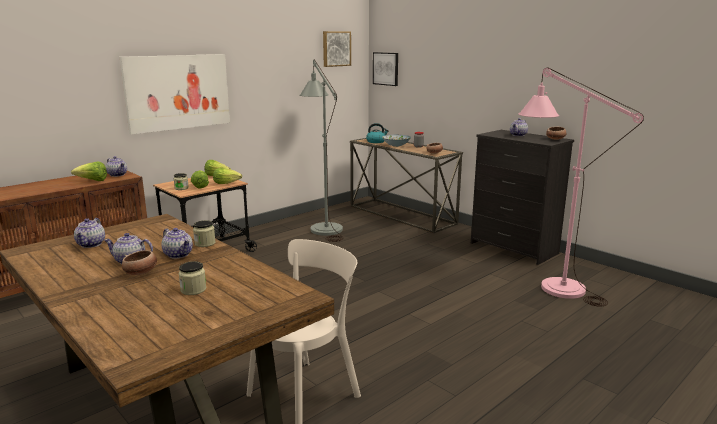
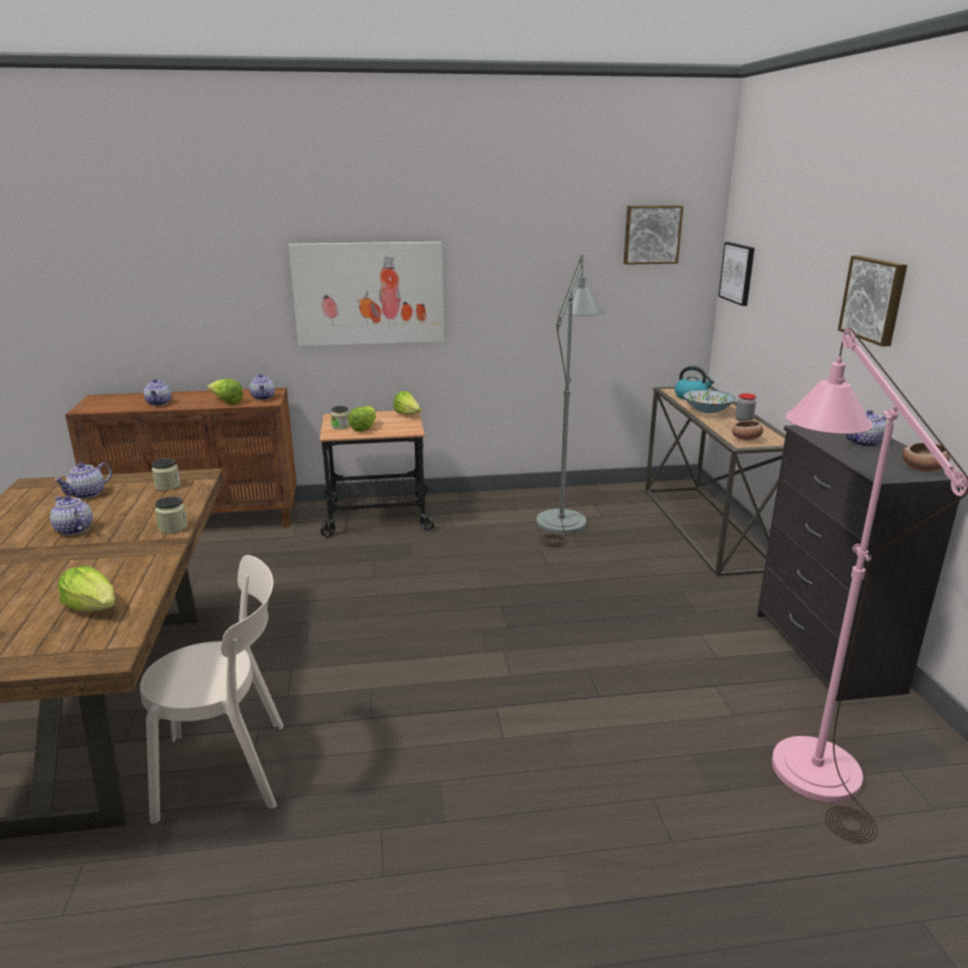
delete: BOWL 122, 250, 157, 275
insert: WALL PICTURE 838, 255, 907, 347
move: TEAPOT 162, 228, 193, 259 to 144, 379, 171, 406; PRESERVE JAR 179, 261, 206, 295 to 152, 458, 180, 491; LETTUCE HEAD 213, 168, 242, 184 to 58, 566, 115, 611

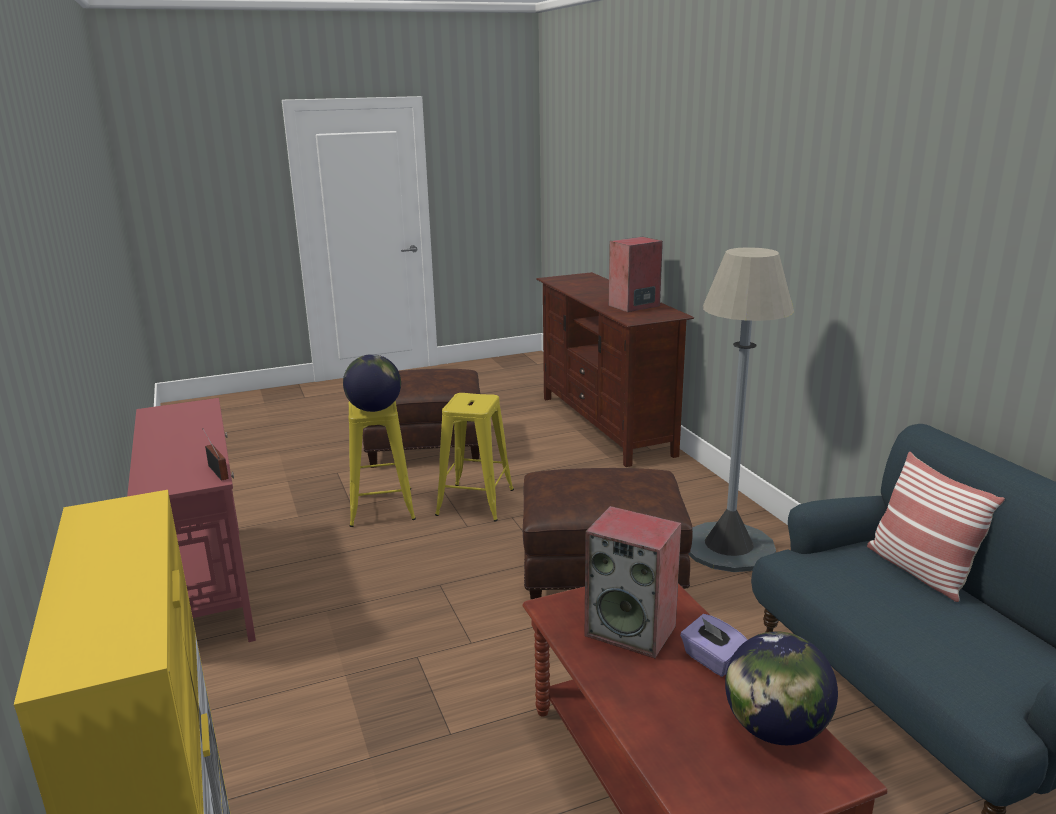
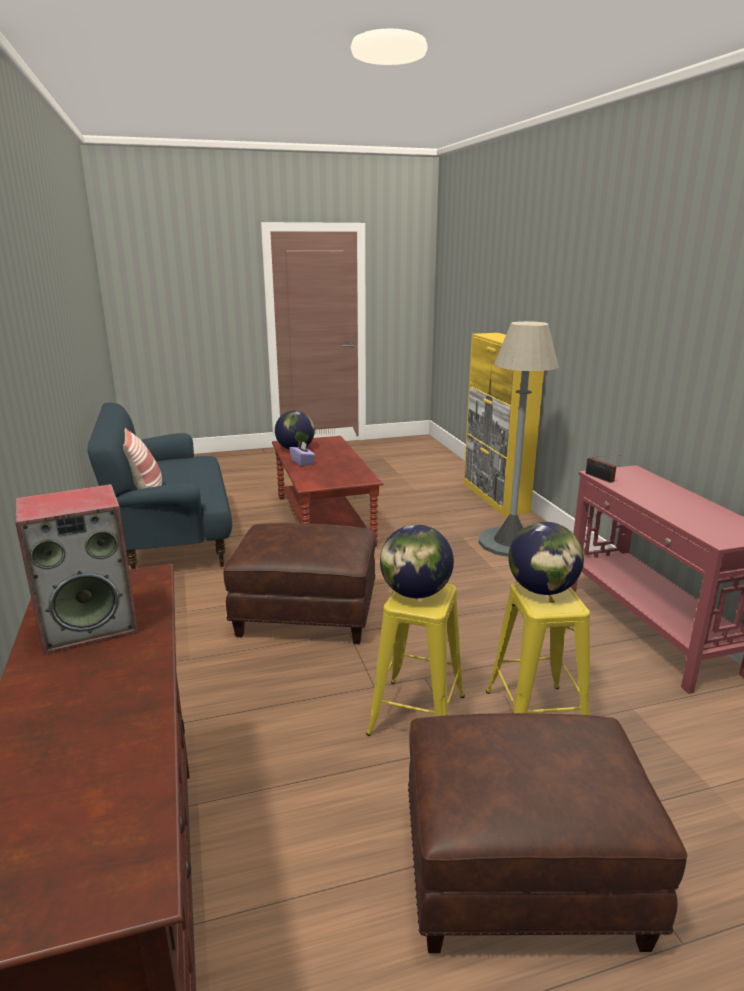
delete: SPEAKER 585, 506, 681, 658
insert: WORLD GLOBE 380, 524, 454, 598
move: GRAY STANDING LAMP 688, 247, 794, 572 to 479, 321, 559, 557

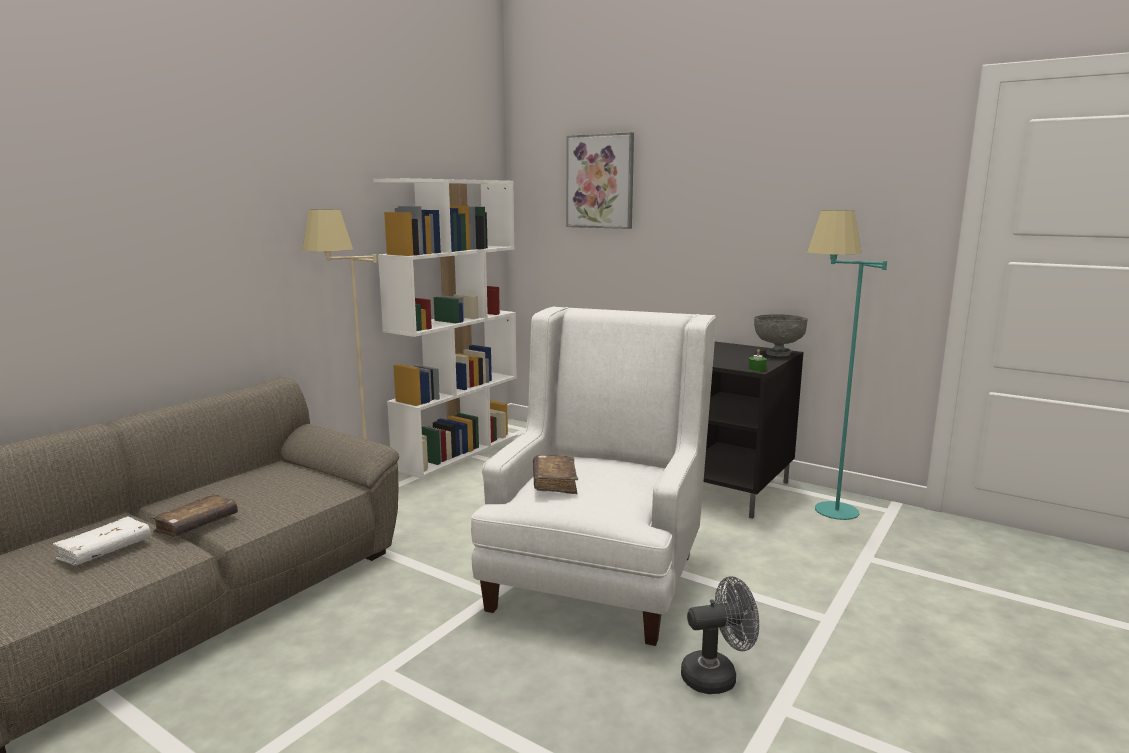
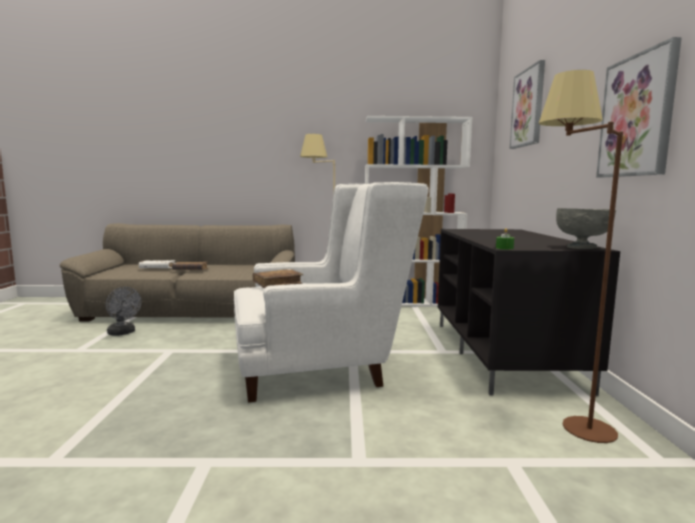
insert: WALL PICTURE 596, 37, 682, 177
move: GRAY ELECTRIC FAN 681, 576, 759, 694 to 106, 287, 141, 336
recolor: TURQUOISE STANDING LAMP 807, 210, 887, 520 to BROWN STANDING LAMP 539, 70, 623, 443

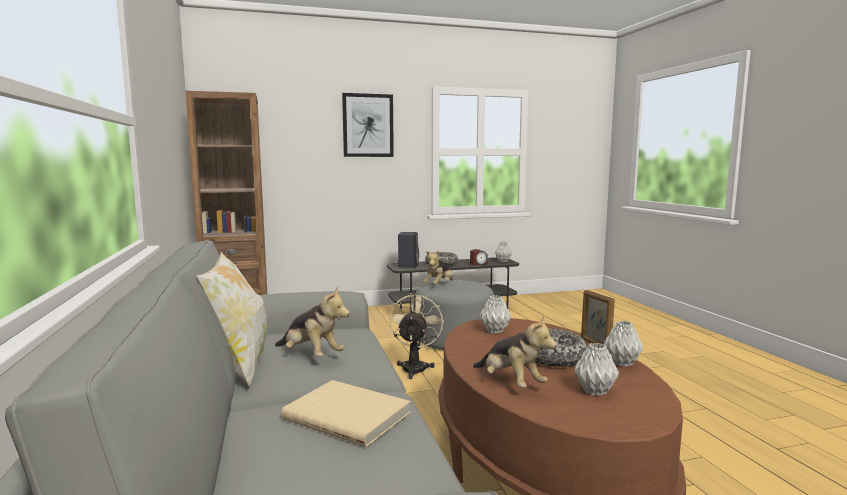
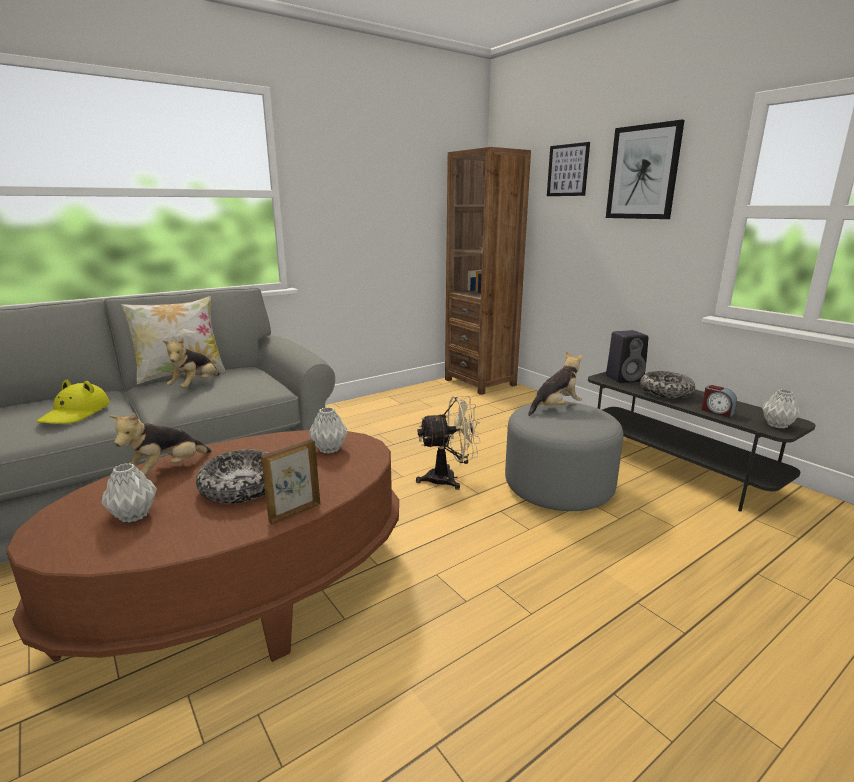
delete: GRAY DECORATIVE VASE 603, 321, 643, 367
insert: WALL PICTURE 547, 142, 590, 196
replace: BEIGE BOOK 281, 380, 410, 447 to YELLOW CLOTHING HAT 37, 379, 110, 424
rotate: SOFT TOY 423, 250, 453, 285 = 528, 351, 583, 416 135 degrees clockwise

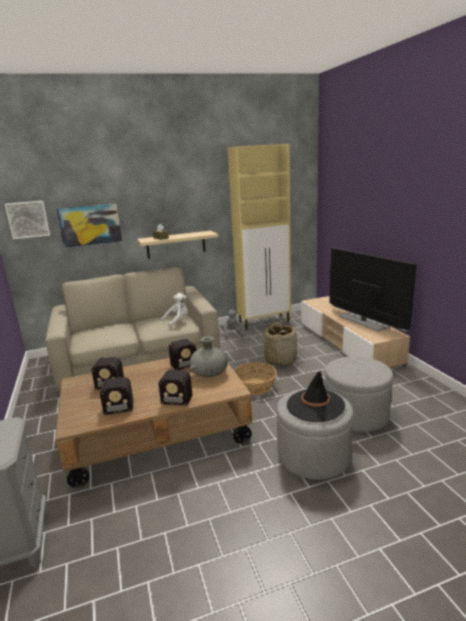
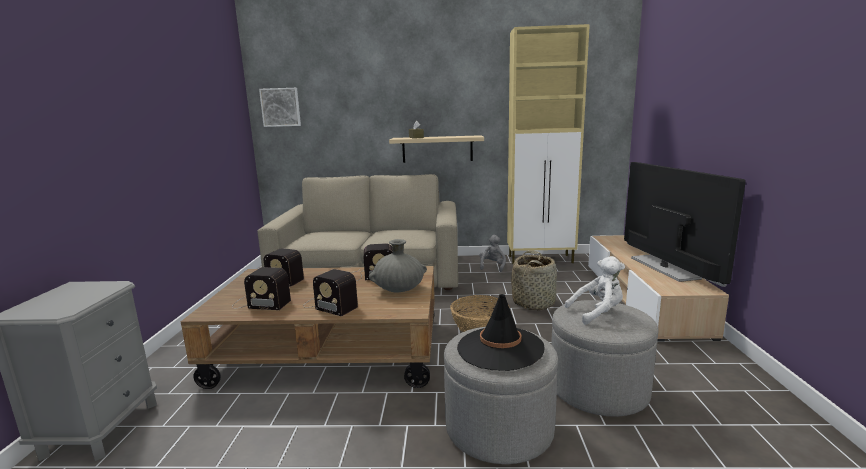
delete: WALL PICTURE 56, 203, 122, 248
move: WHITE-COLOURED SOFT TOY 161, 293, 188, 327 to 564, 256, 625, 325

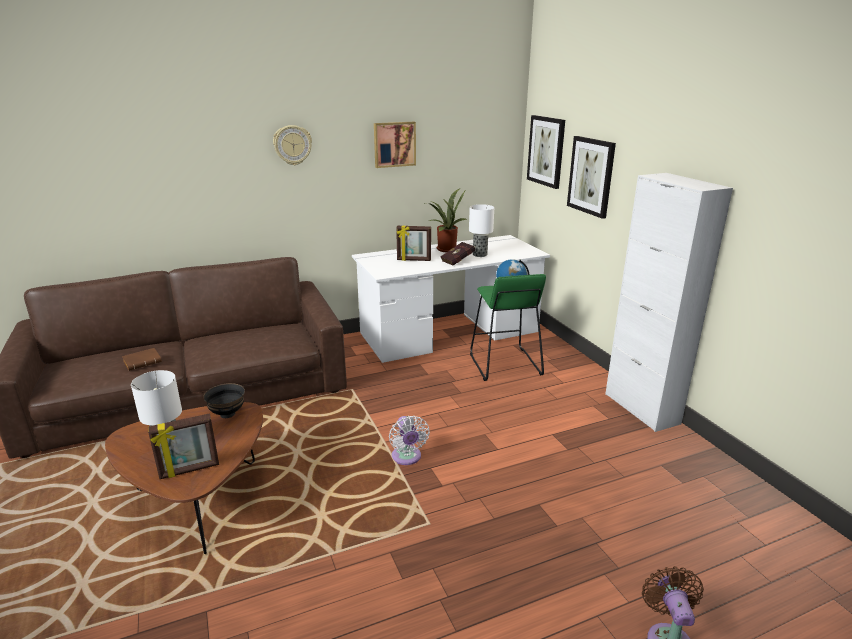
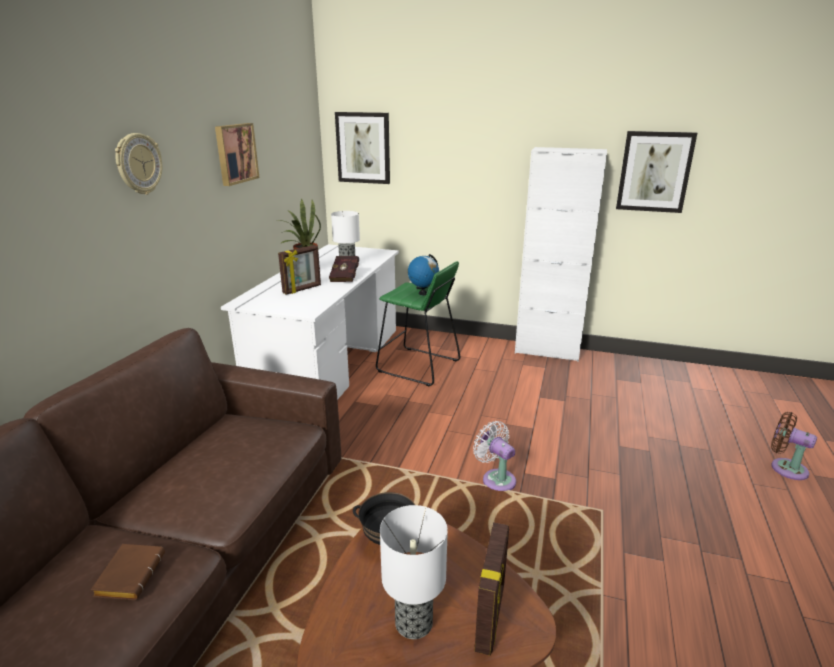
move: WALL PICTURE 567, 136, 616, 219 to 616, 131, 697, 213
rotate: WHITE-COLOURED ELECTRIC FAN 389, 416, 430, 465 = 473, 421, 516, 491 150 degrees counterclockwise

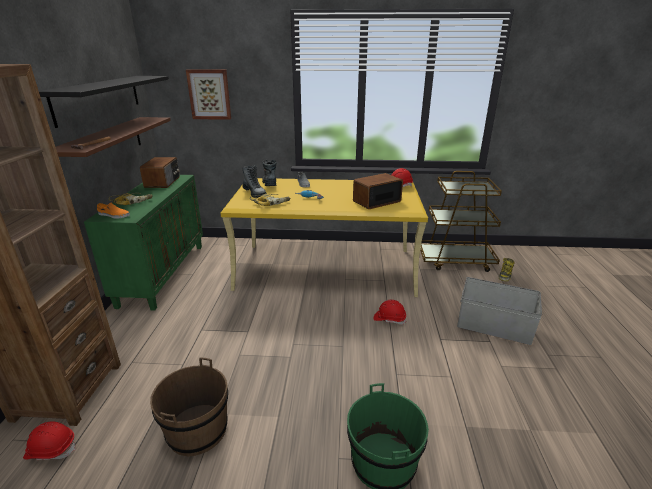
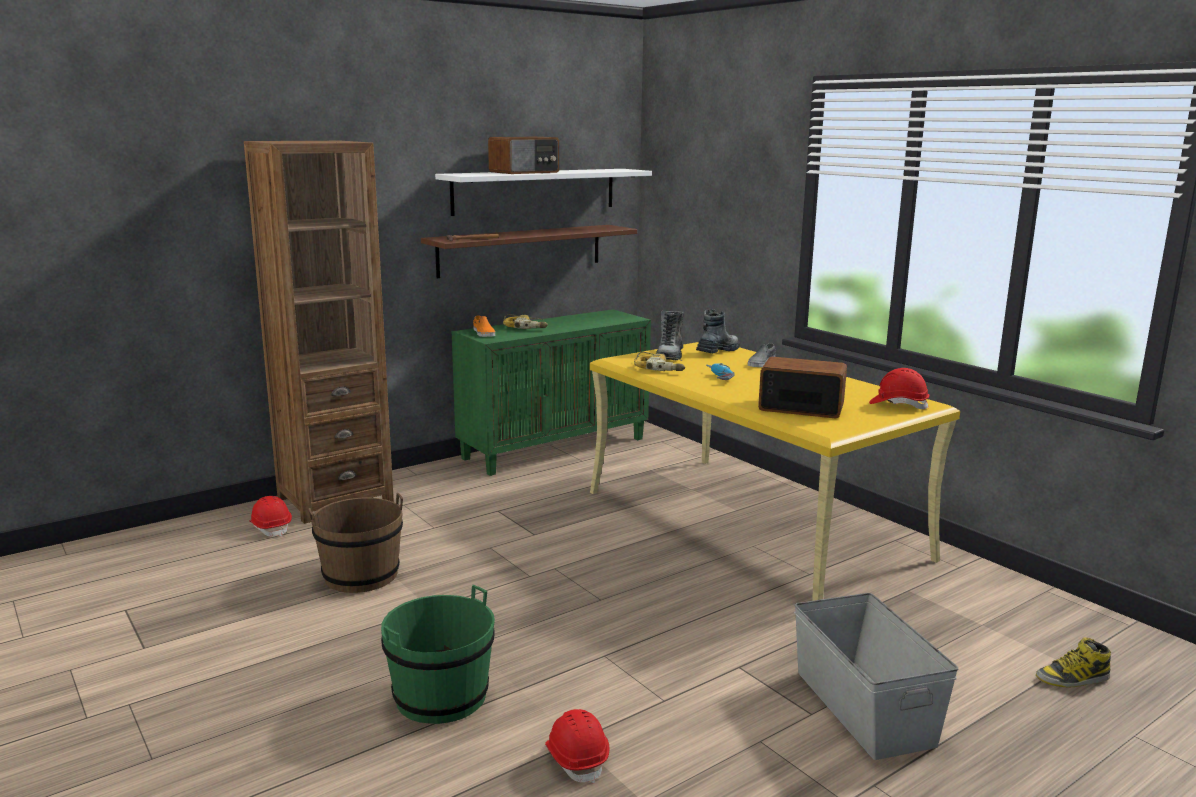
delete: WALL PICTURE 186, 69, 231, 120; BROWN WHEELED CART 420, 171, 502, 272
move: RADIO RECEIVER 140, 157, 180, 188 to 488, 137, 559, 174; REDDISH WORK HELMET 374, 300, 406, 325 to 545, 709, 609, 784
recolor: BLACK WALL SHELF 39, 76, 169, 128 to WHITE-COLOURED WALL SHELF 435, 169, 652, 216

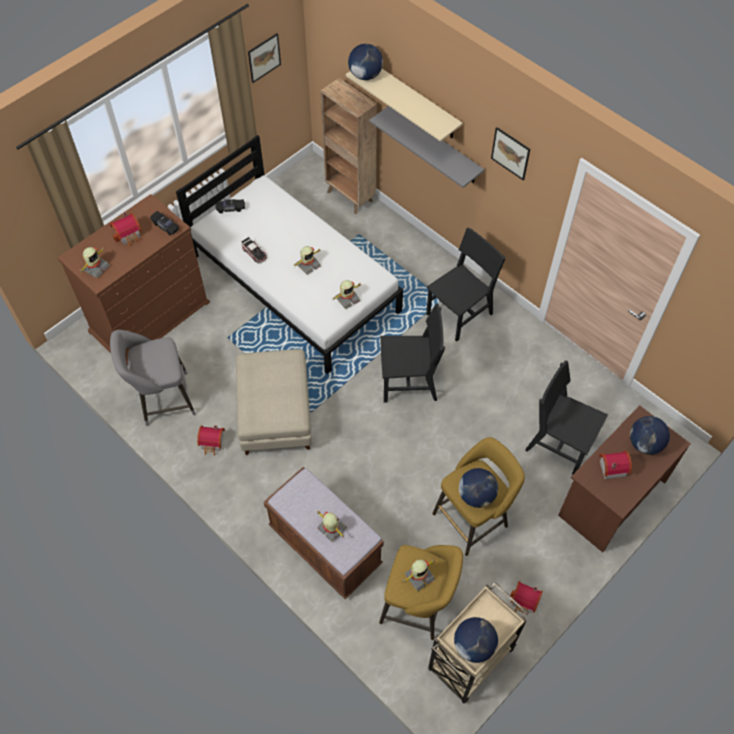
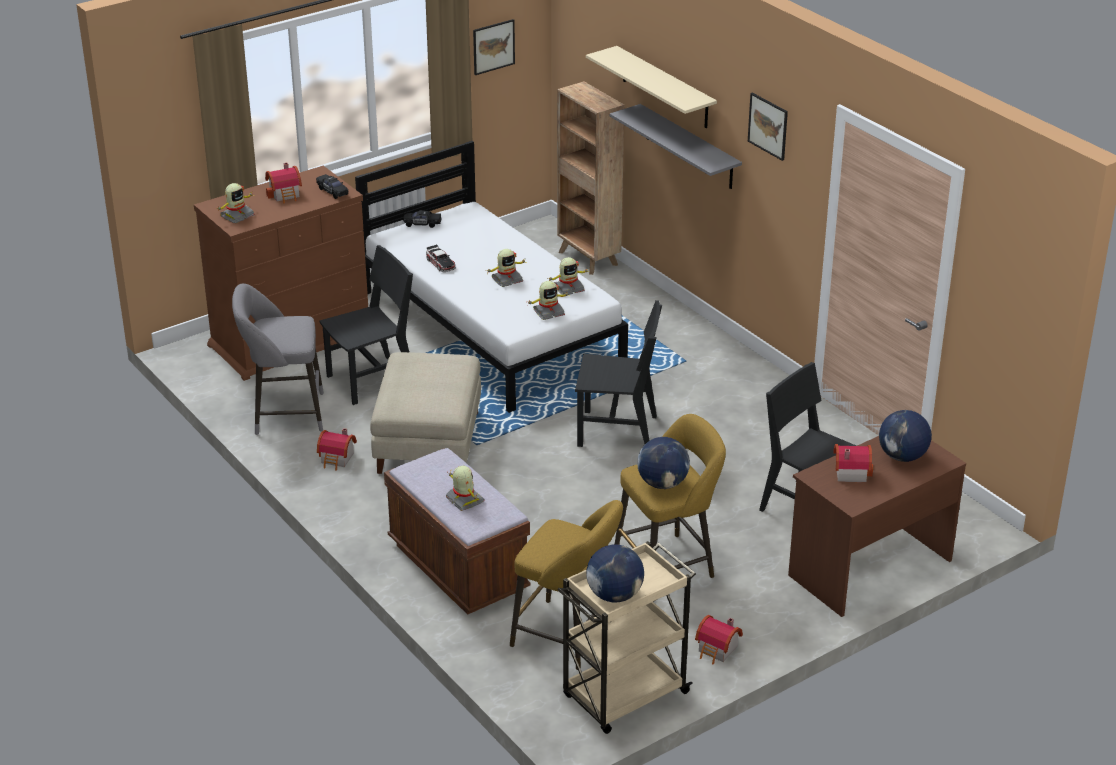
delete: WORLD GLOBE 348, 44, 383, 80
move: TOY ROBOT 401, 559, 435, 591 to 548, 257, 589, 295; BLACK CHAIR 426, 228, 506, 342 to 320, 245, 413, 405

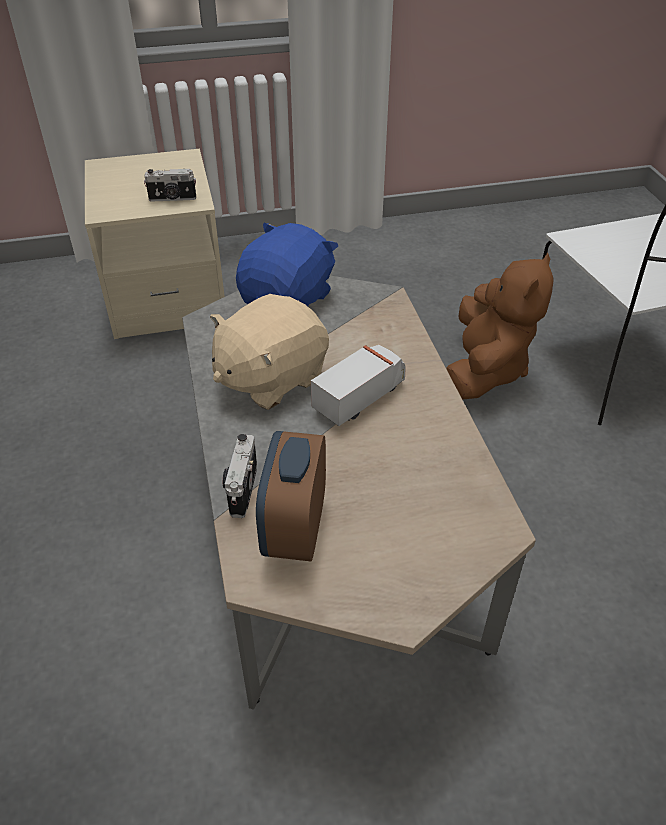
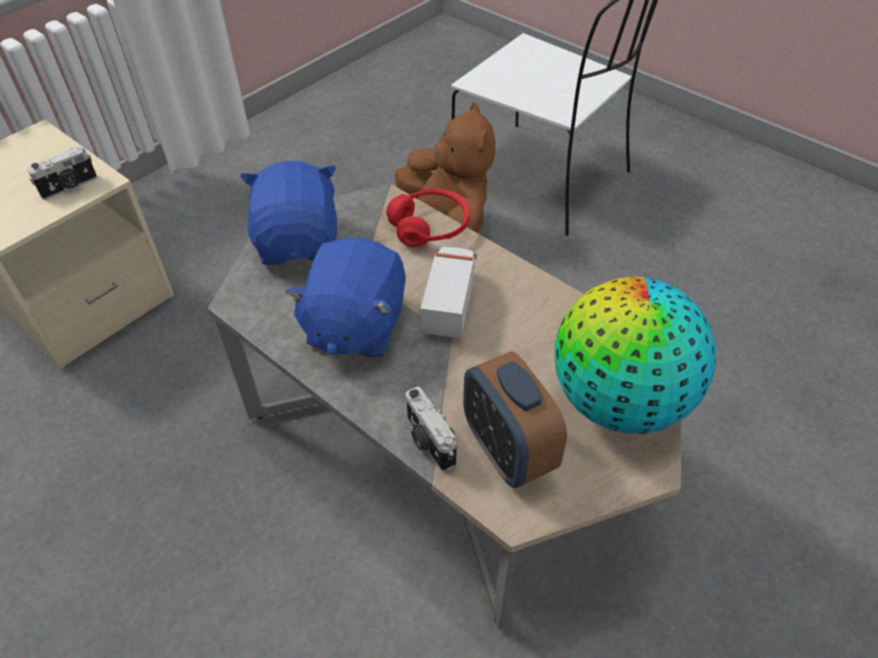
insert: REDDISH HEADSET 387, 189, 470, 247; WORLD GLOBE 554, 277, 716, 434
recolor: BEIGE SOFT TOY 210, 294, 329, 410 to BLUE SOFT TOY 285, 238, 406, 358

